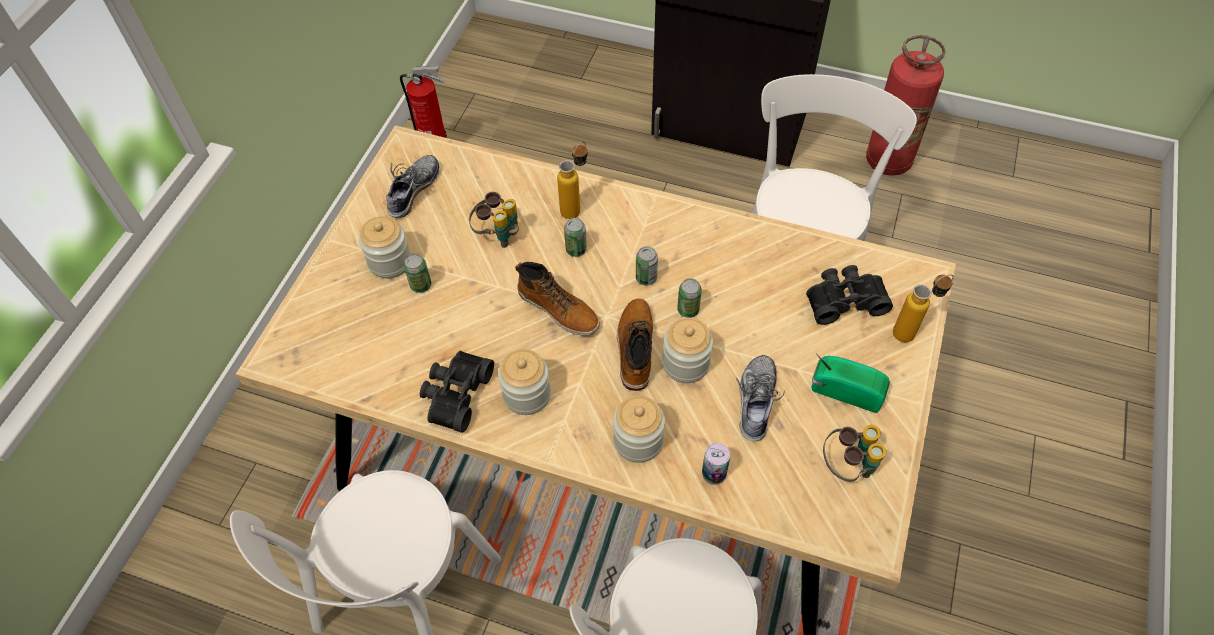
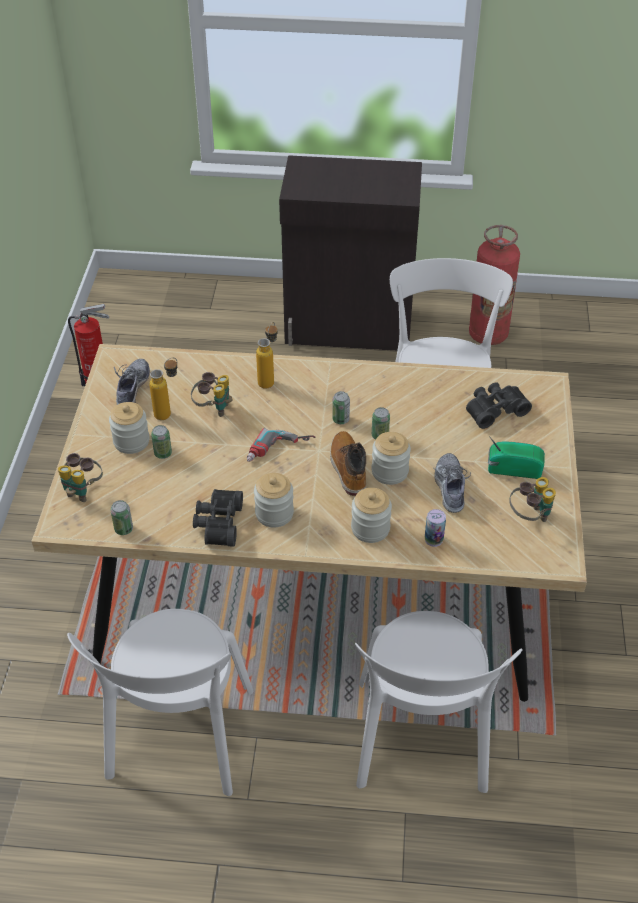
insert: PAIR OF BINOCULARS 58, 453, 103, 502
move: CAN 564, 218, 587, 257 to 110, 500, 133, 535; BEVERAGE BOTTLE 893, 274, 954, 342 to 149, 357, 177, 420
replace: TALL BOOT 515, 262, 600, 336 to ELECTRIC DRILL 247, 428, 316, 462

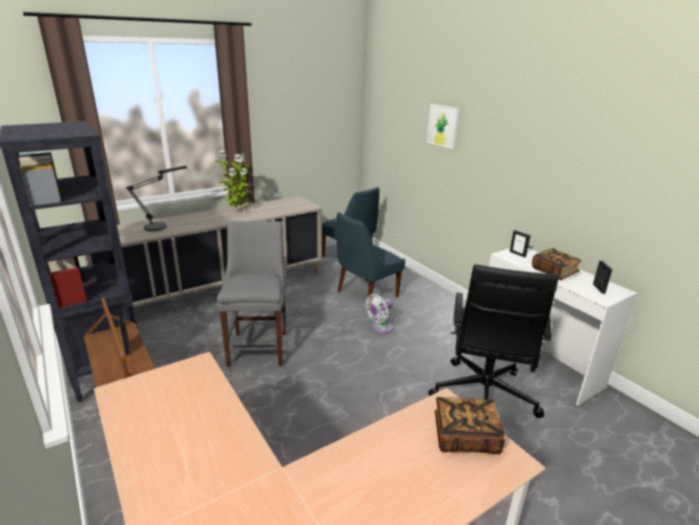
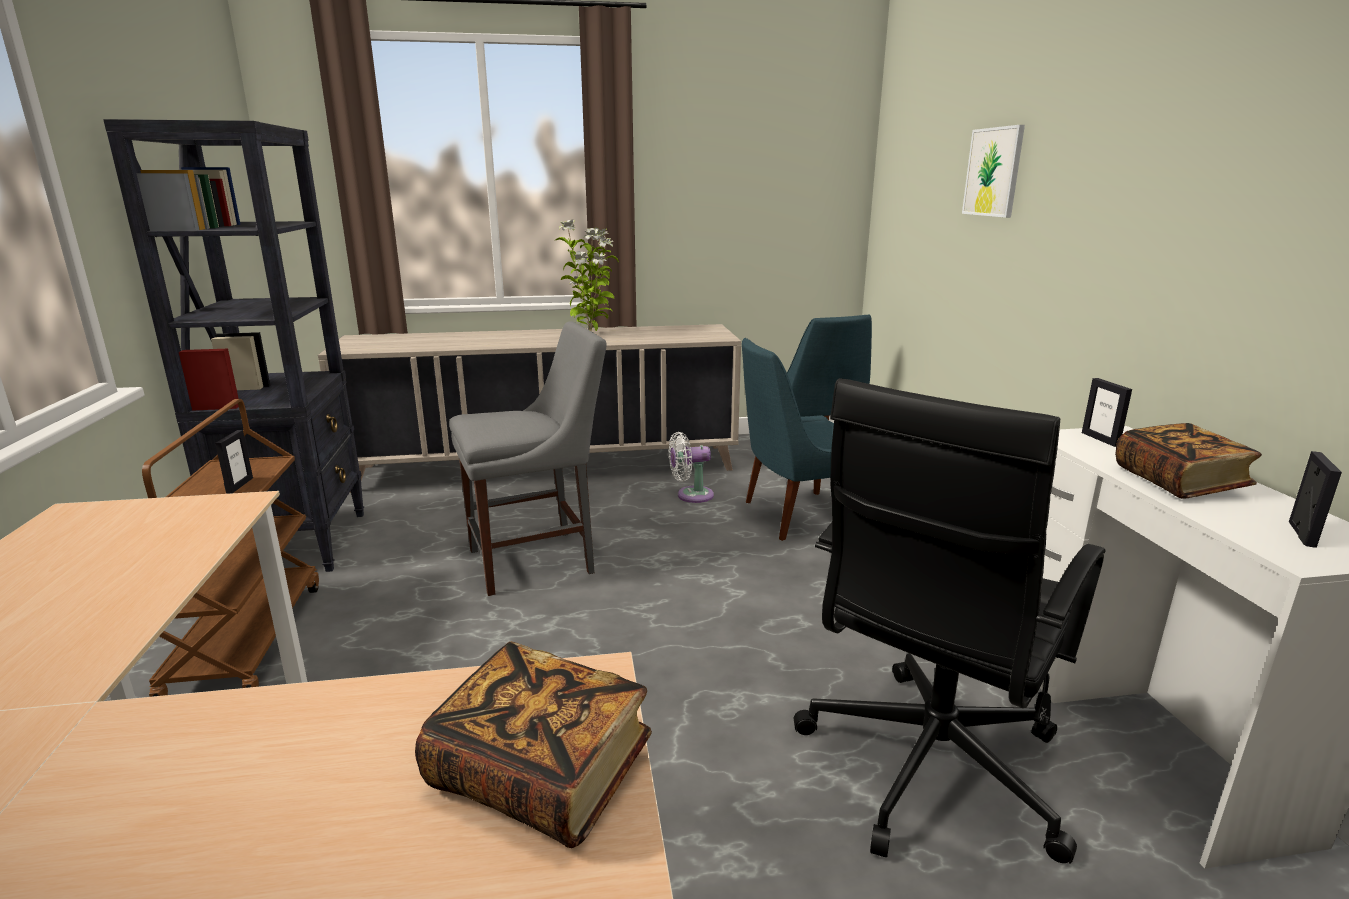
delete: LAMP FOR A TABLE 126, 166, 187, 232
move: WHITE-COLOURED ELECTRIC FAN 366, 294, 394, 334 to 669, 432, 714, 503
rotate: GRAY CHAIR 216, 221, 286, 367 = 449, 322, 607, 596 45 degrees clockwise

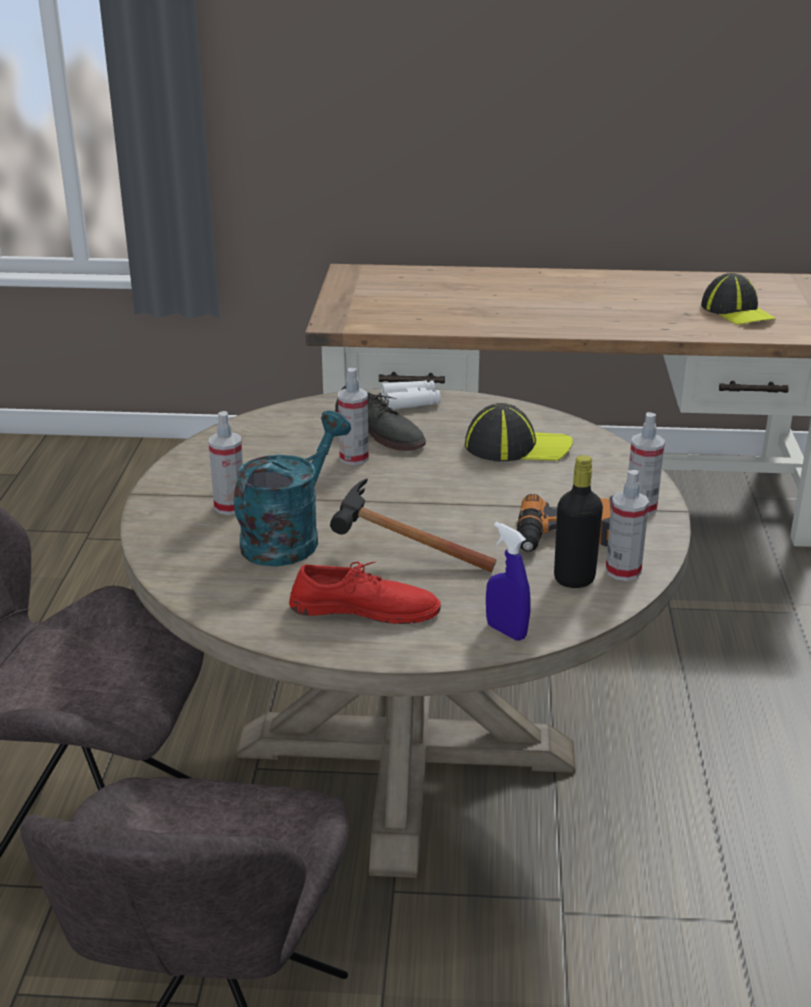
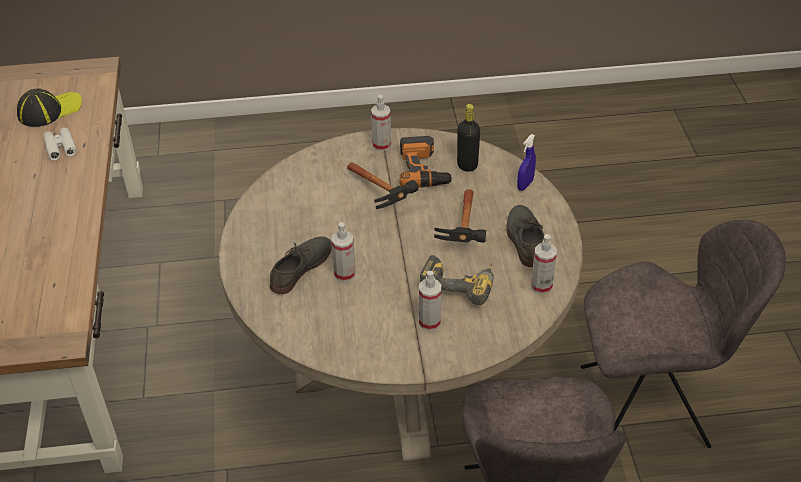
delete: CAP 465, 403, 573, 462
insert: TOOL HAMMER 347, 162, 418, 209
move: WHITE-COLOURED PAIR OF BINOCULARS 381, 380, 441, 409 to 44, 128, 77, 160; SPRAY BOTTLE 606, 470, 649, 581 to 531, 234, 557, 294
replace: TURQUOISE SPRINKLING CAN 234, 410, 351, 566 to ELECTRIC DRILL 420, 255, 494, 305
recolor: REDDISH LOW SHOE 289, 562, 441, 624 to GRAY LOW SHOE 506, 205, 544, 267

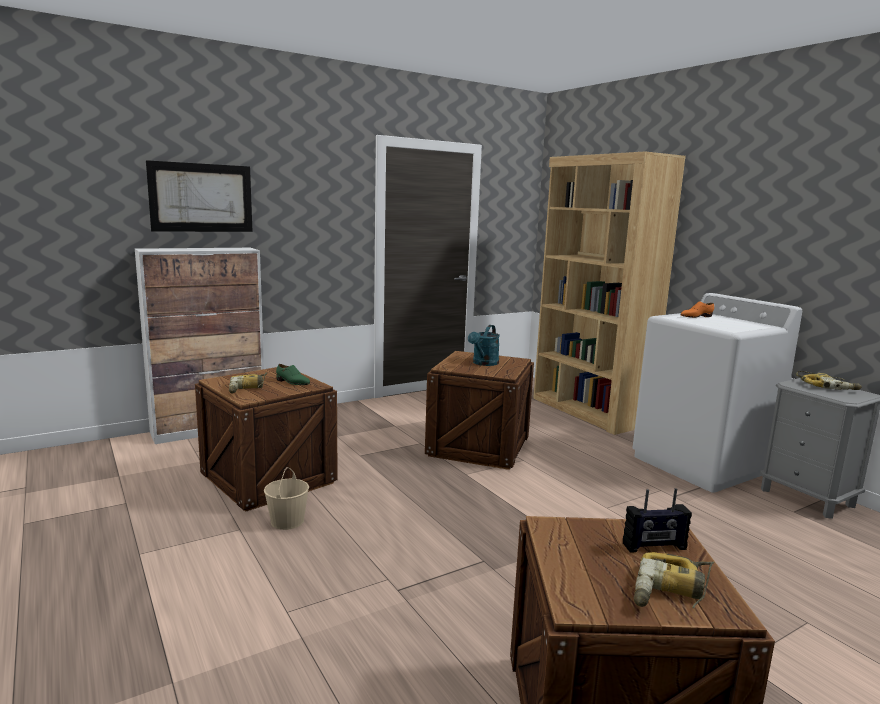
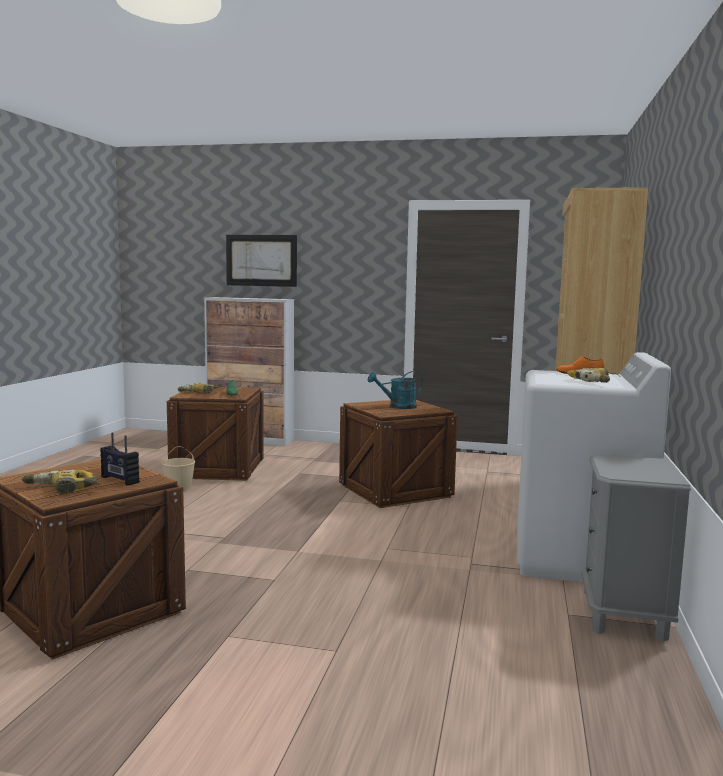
move: ELECTRIC DRILL 796, 371, 862, 390 to 567, 367, 621, 383

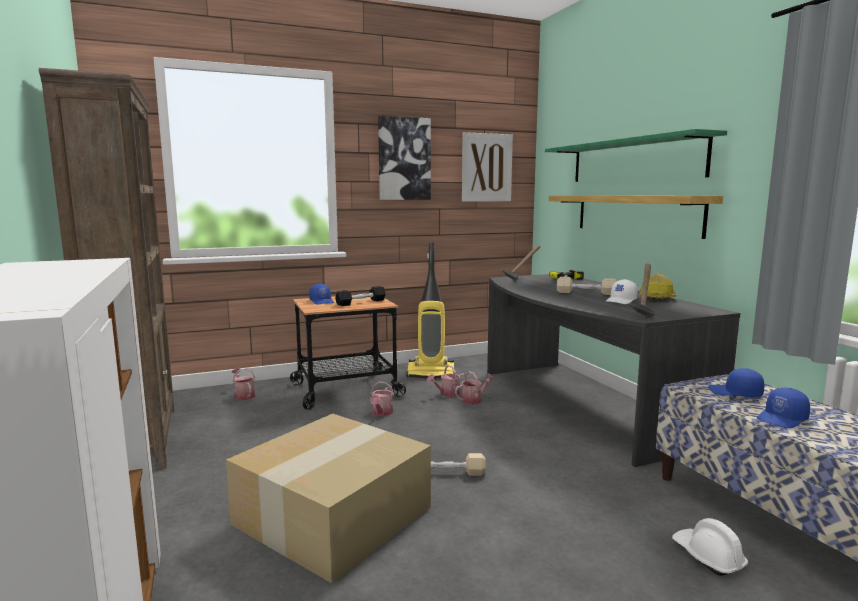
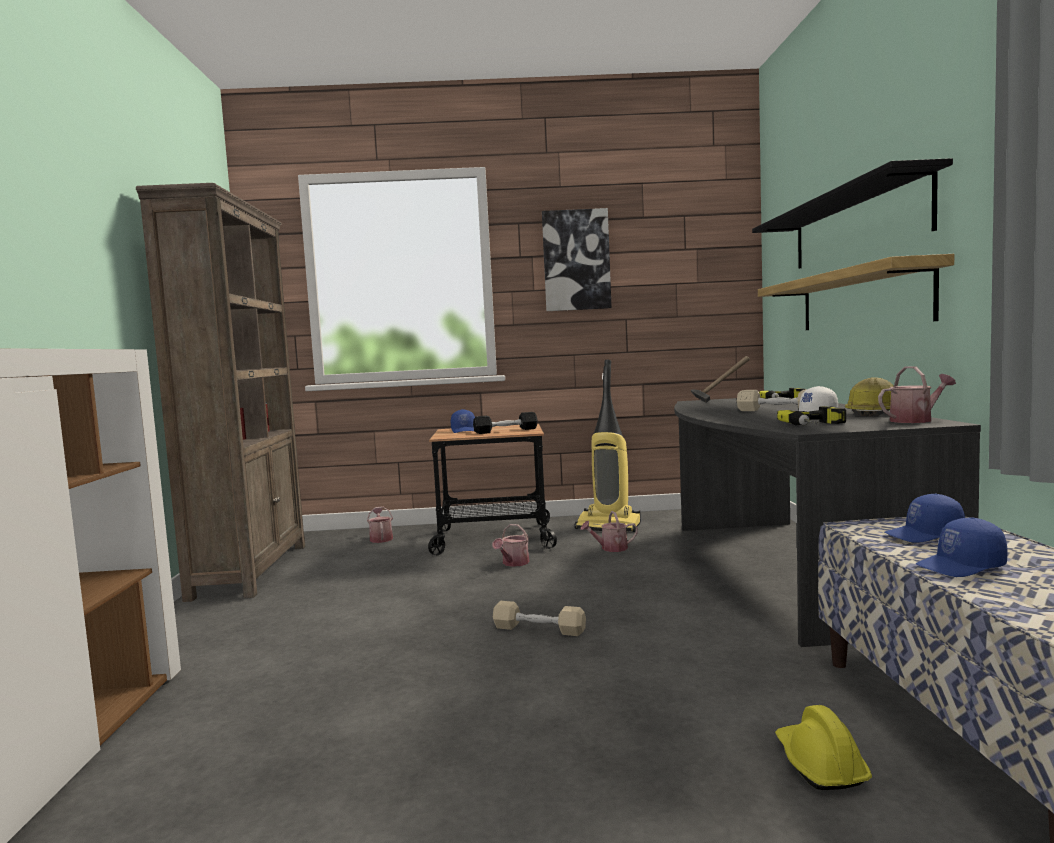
delete: PACKING BOX 226, 414, 431, 583; WALL PICTURE 462, 132, 513, 202
move: SPRINKLING CAN 455, 371, 494, 405 to 878, 366, 956, 423
replace: TOOL HAMMER 629, 264, 655, 318 to ELECTRIC DRILL 777, 406, 846, 425
recolor: GREEN-COLOURED WALL SHELF 545, 129, 727, 182 to BLACK WALL SHELF 752, 158, 953, 269; WHITE-COLOURED WORK HELMET 672, 518, 748, 575 to YELLOW WORK HELMET 775, 705, 872, 790
rotate: BLUE CAP 708, 368, 764, 397 = 885, 494, 965, 543 60 degrees counterclockwise

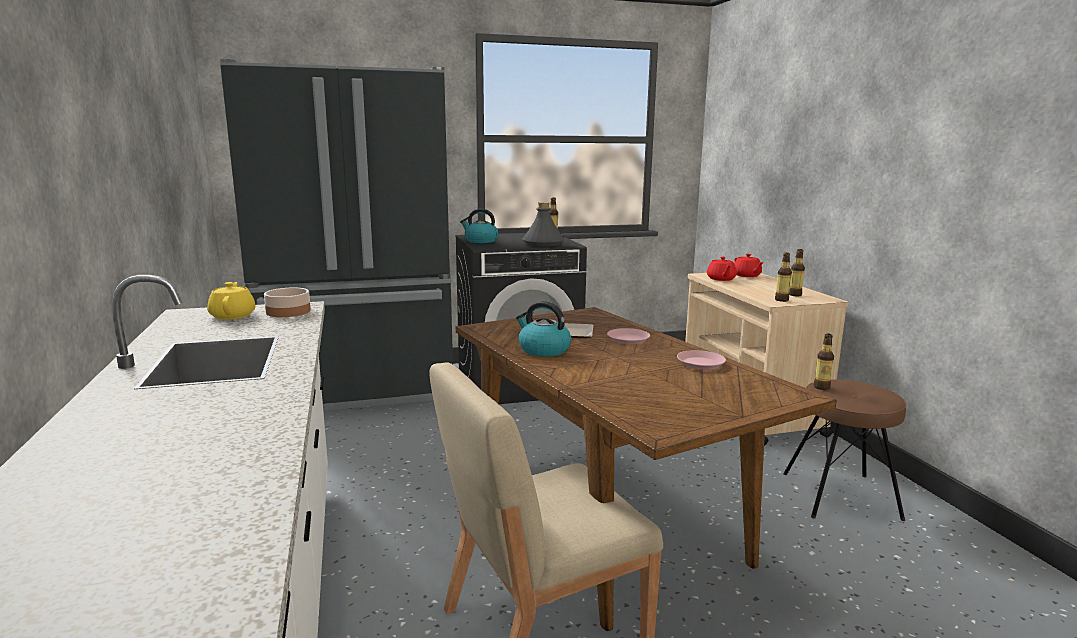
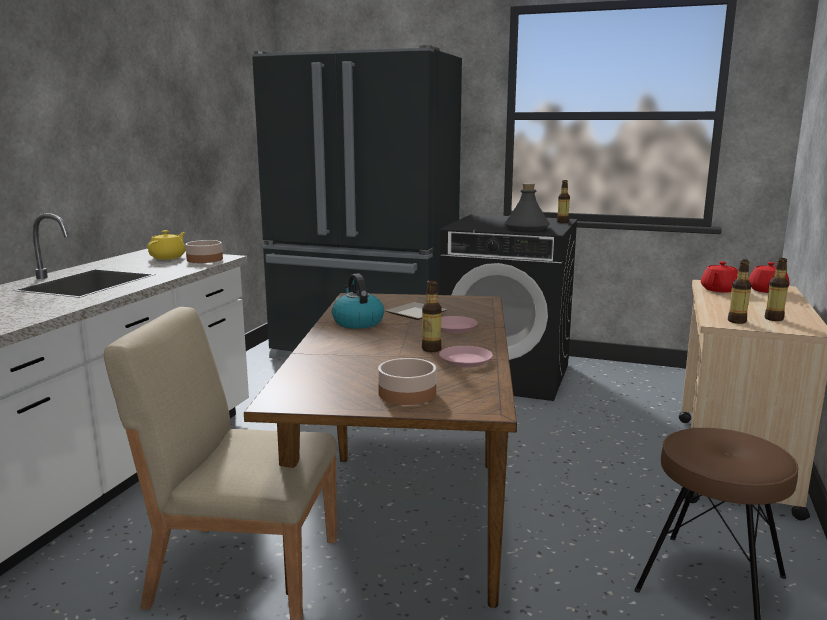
delete: WATER KETTLE 460, 209, 499, 243
insert: BOWL 378, 358, 437, 405
move: BEVERAGE BOTTLE 814, 333, 834, 390 to 422, 280, 442, 352

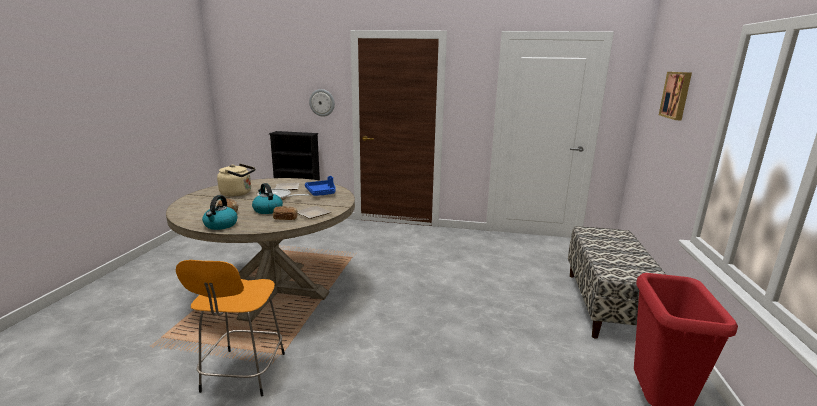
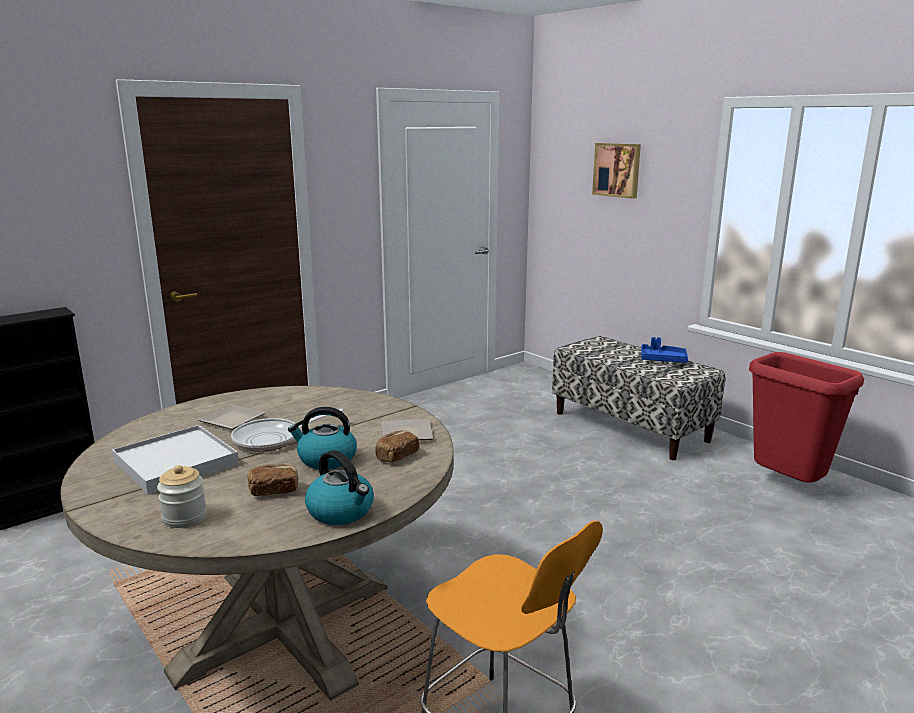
delete: CLOCK ON THE WALL 309, 89, 335, 117
insert: PRESERVE JAR 157, 465, 207, 528
move: BLUE SERVING TRAY 305, 176, 336, 196 to 641, 337, 688, 363
replace: BEIGE WATER KETTLE 217, 164, 255, 197 to WHITE-COLOURED SERVING TRAY 112, 425, 239, 495

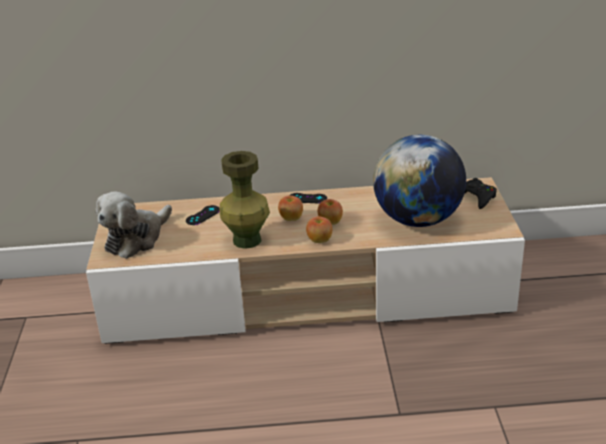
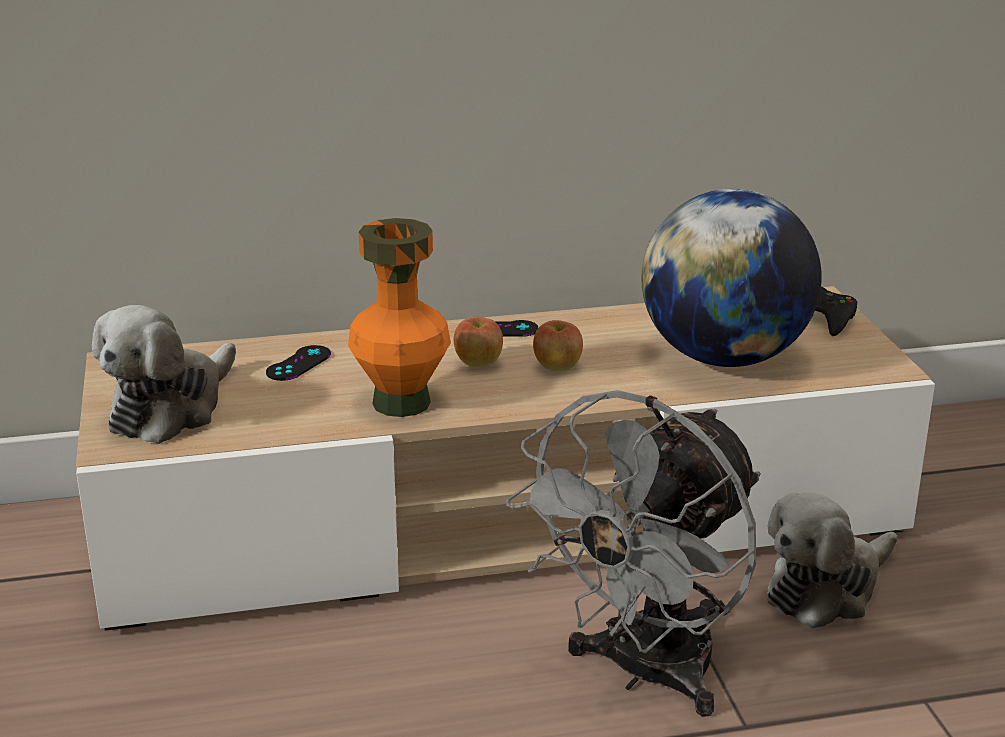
delete: APPLE 306, 216, 332, 243
insert: GRAY ELECTRIC FAN 506, 390, 761, 717; SOFT TOY 767, 493, 897, 629
recolor: GREEN-COLOURED DECORATIVE VASE 219, 151, 270, 249 to ORANGEY DECORATIVE VASE 348, 218, 451, 417

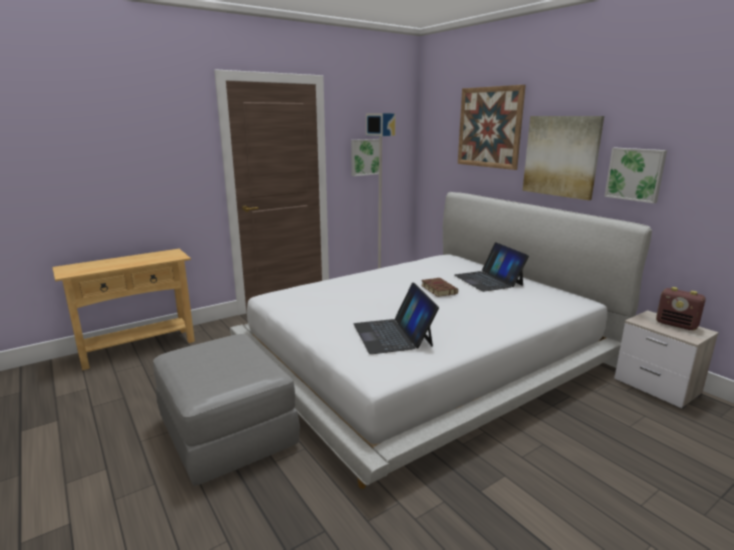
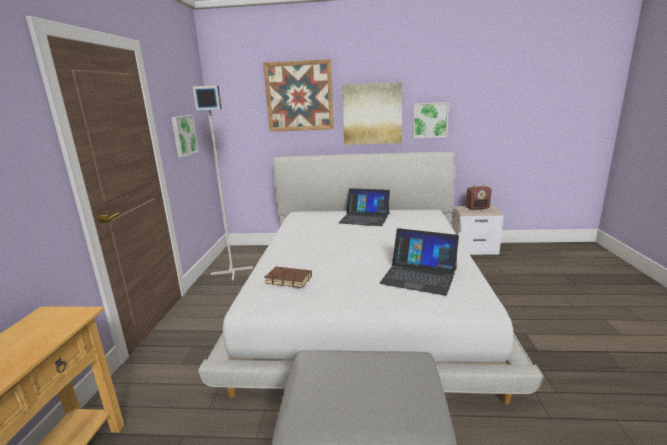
move: BROWN BOOK 421, 278, 458, 297 to 264, 267, 312, 288

